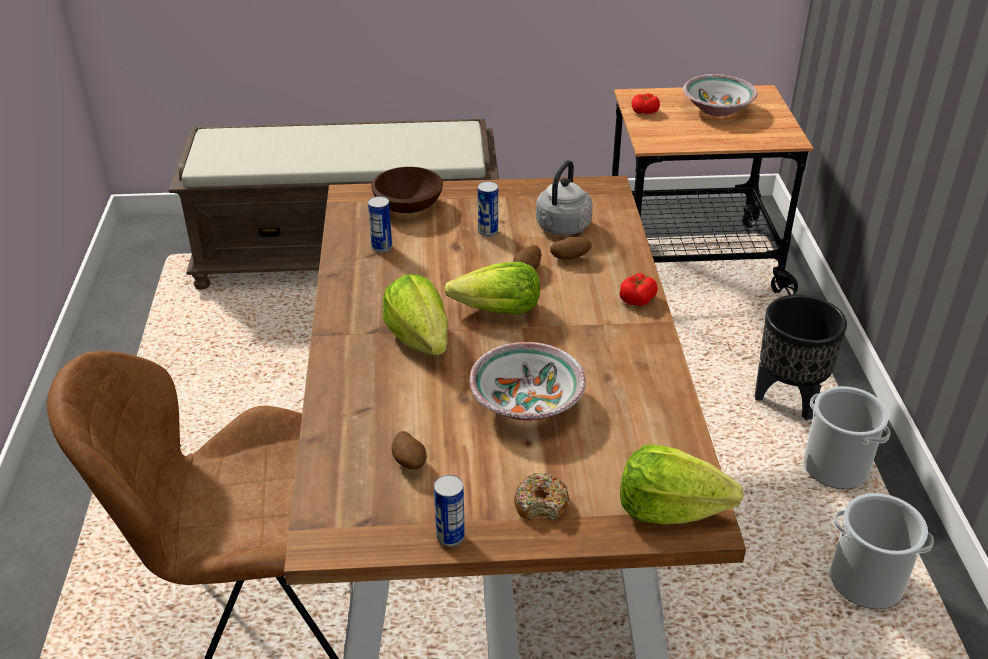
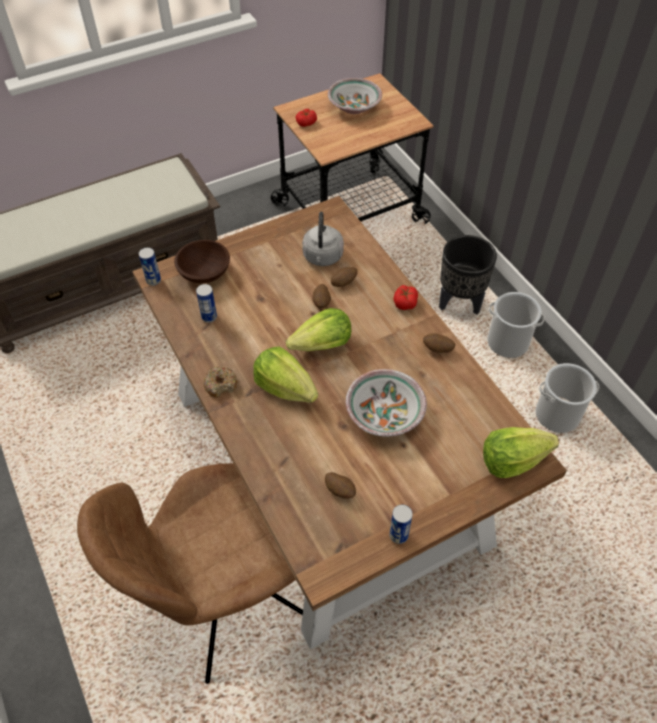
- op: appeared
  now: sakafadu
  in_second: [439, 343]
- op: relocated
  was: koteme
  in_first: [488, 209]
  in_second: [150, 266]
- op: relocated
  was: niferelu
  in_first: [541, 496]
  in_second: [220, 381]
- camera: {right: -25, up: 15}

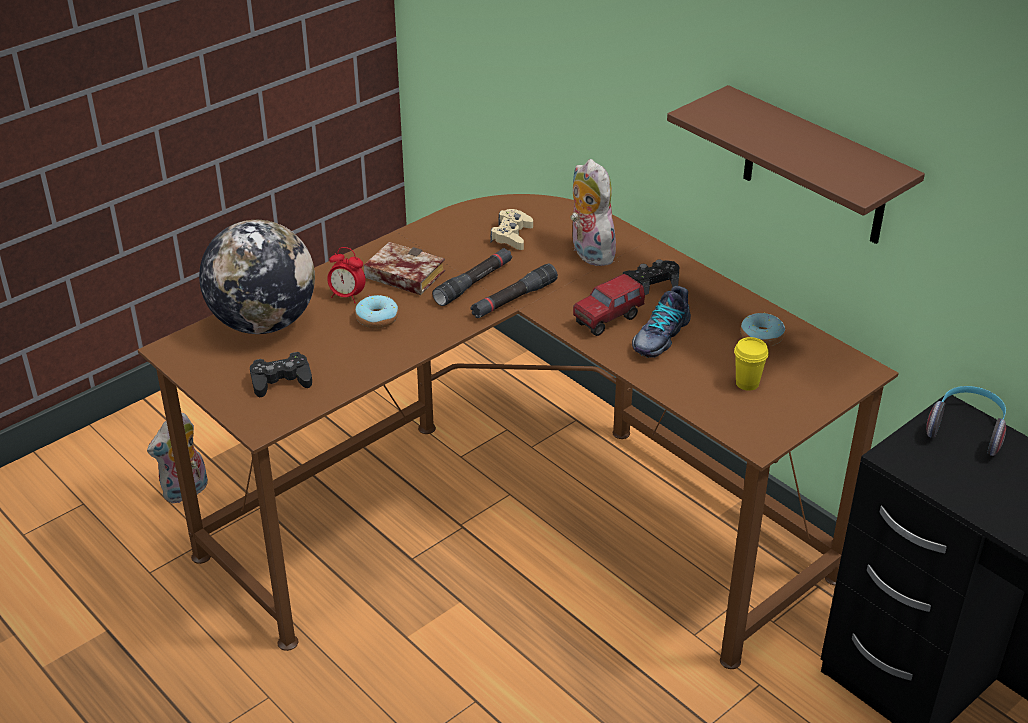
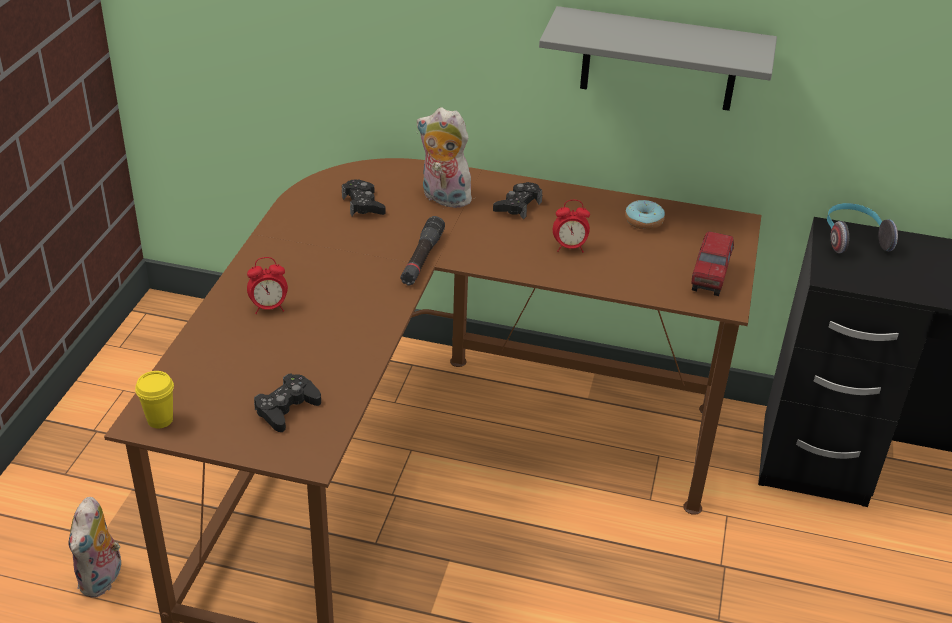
- op: missing
  was: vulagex
  in_first: [257, 277]
- op: missing
  was: niferelu
  in_first: [377, 312]
- op: missing
  was: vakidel
  in_first: [404, 268]
- op: missing
  was: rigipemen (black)
  in_first: [472, 277]
- op: relocated
  was: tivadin
  in_first: [609, 305]
  in_second: [712, 263]
- op: relocated
  was: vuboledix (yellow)
  in_first: [751, 364]
  in_second: [154, 399]
- op: exchanged
  was: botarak
  now: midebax
  in_first: [661, 322]
  in_second: [571, 226]
- op: colour
  was: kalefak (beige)
  now: kalefak (black)
  in_first: [511, 229]
  in_second: [364, 197]
- op: colour
  was: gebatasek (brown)
  now: gebatasek (grey)
  in_first: [796, 164]
  in_second: [658, 58]
- camera: {right: -35, up: 0}

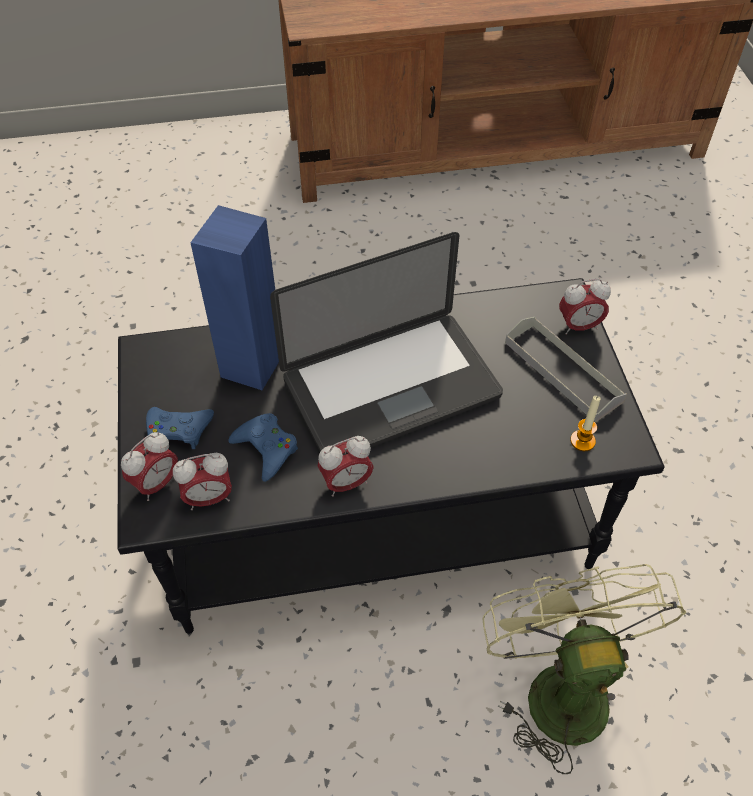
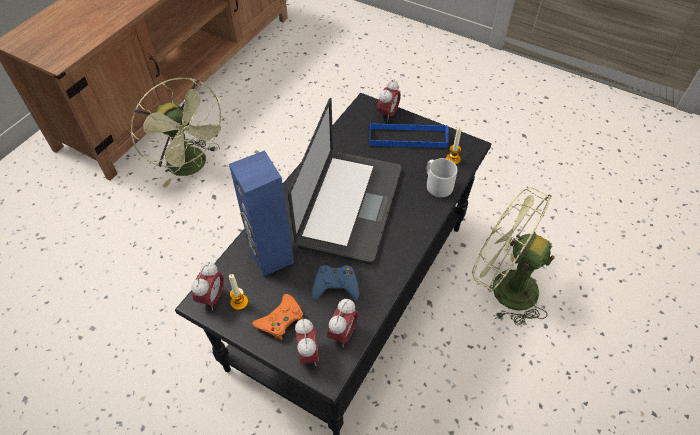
- op: appeared
  now: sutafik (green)
  in_second: [180, 133]
- op: appeared
  now: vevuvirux
  in_second: [238, 292]
- op: appeared
  now: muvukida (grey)
  in_second: [442, 178]
- op: relocated
  was: midebax
  in_first: [346, 466]
  in_second: [208, 286]
- op: colour
  was: kalefak (blue)
  now: kalefak (orange)
  in_first: [180, 428]
  in_second: [277, 317]
- op: colour
  was: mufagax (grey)
  now: mufagax (blue)
  in_first: [566, 370]
  in_second: [408, 135]
- camera: {right: -50, up: 0}

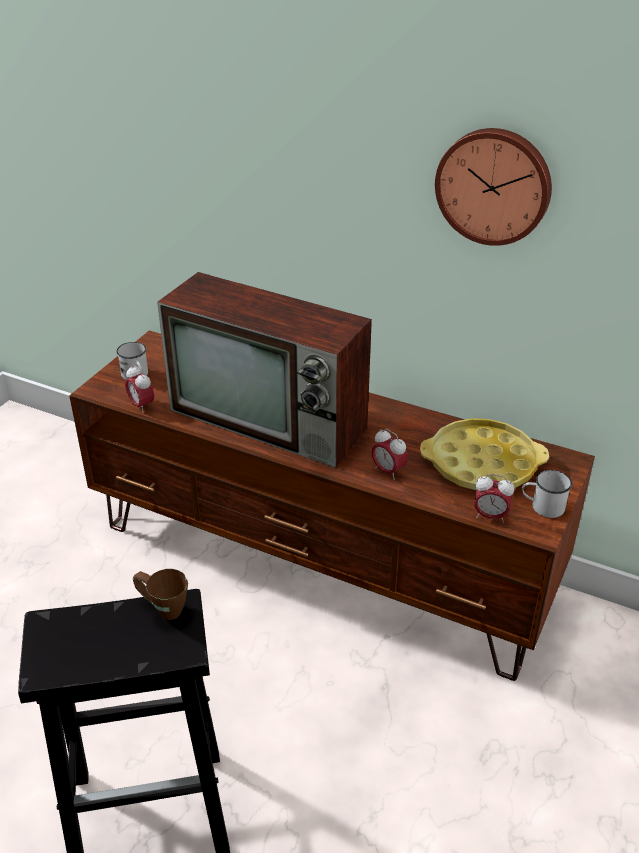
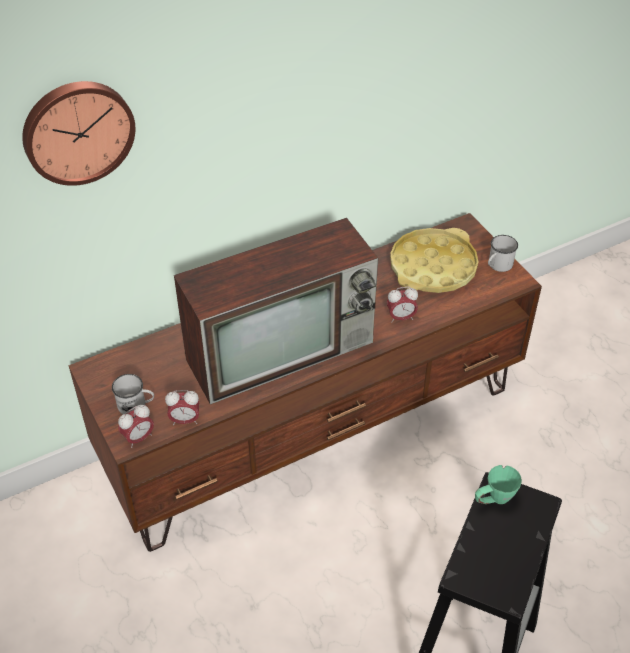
- op: relocated
  was: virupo
  in_first: [493, 187]
  in_second: [78, 133]
- op: relocated
  was: midebax
  in_first: [494, 498]
  in_second: [136, 426]
- op: colour
  was: muvukida (brown)
  now: muvukida (green)
  in_first: [160, 594]
  in_second: [498, 484]
- camera: {right: -55, up: 10}

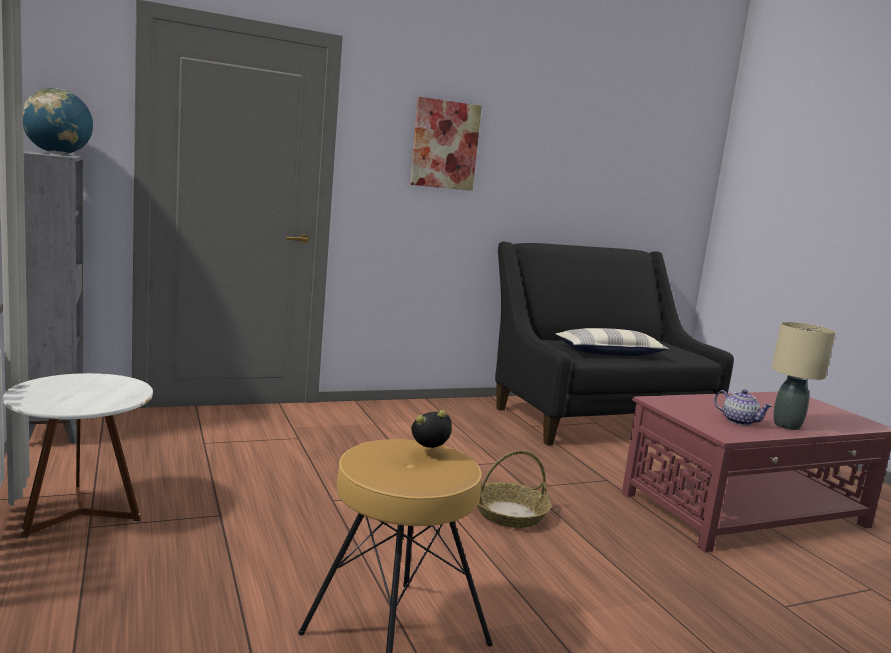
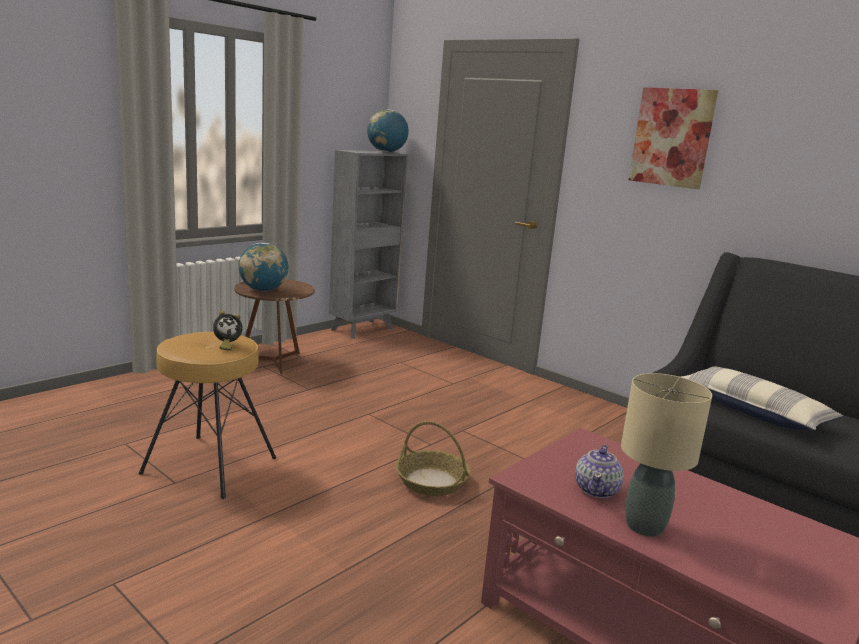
- op: appeared
  now: vulagex
  in_second: [263, 267]
- op: colour
  was: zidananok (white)
  now: zidananok (brown)
  in_first: [78, 455]
  in_second: [274, 326]
- op: spun
  was: midebax
  in_first: [431, 429]
  in_second: [228, 331]
  clockwise: 105
- camera: {right: 65, up: 5}

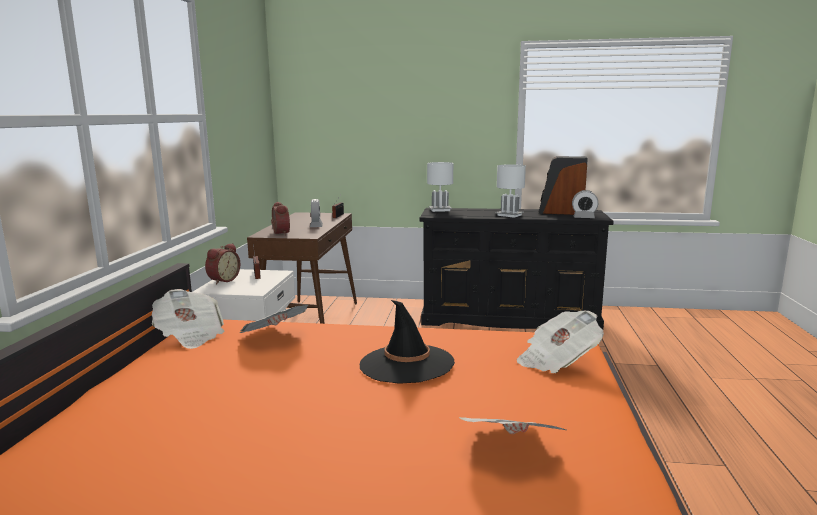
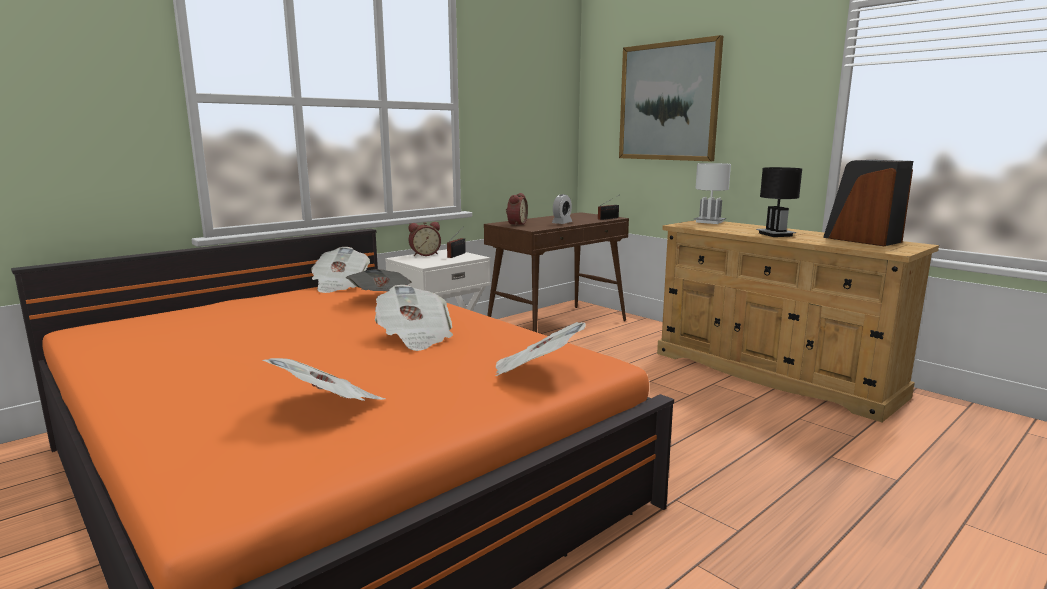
- op: missing
  was: midebax
  in_first: [585, 204]
- op: appeared
  now: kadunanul
  in_second: [671, 98]
- op: exchanged
  was: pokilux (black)
  now: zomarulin
  in_first: [407, 342]
  in_second: [414, 318]
- op: colour
  was: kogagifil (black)
  now: kogagifil (beige)
  in_first: [516, 268]
  in_second: [798, 321]
- op: colour
  was: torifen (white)
  now: torifen (black)
  in_first: [510, 191]
  in_second: [779, 202]
- camera: {right: 40, up: 0}

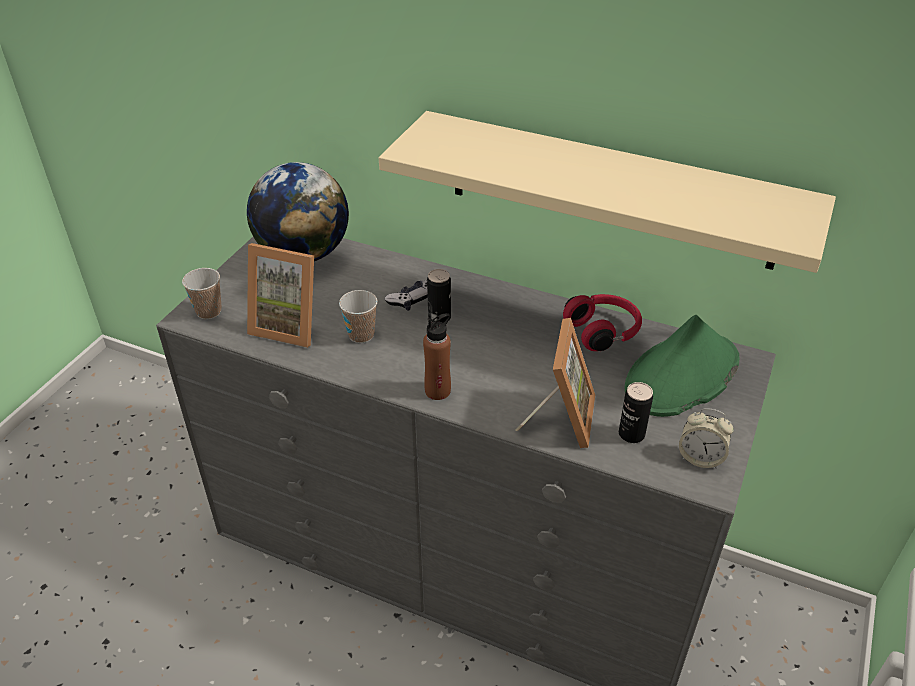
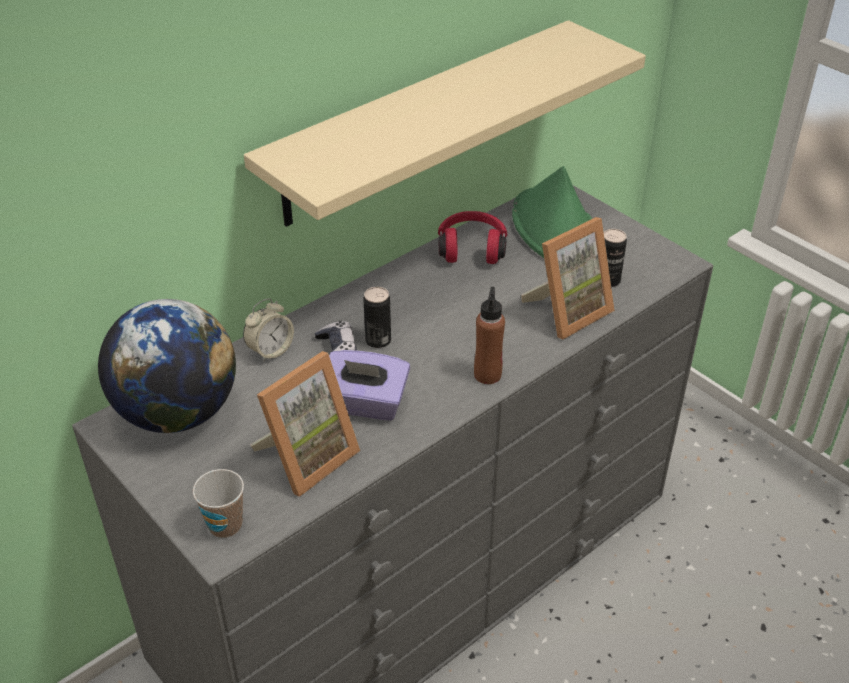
- op: relocated
  was: midebax
  in_first: [706, 438]
  in_second: [268, 330]
- op: exchanged
  was: vuboledix
  now: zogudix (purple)
  in_first: [358, 316]
  in_second: [369, 385]
- op: spun
  was: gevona
  in_first: [555, 383]
  in_second: [568, 278]
  clockwise: 105
- camera: {right: -65, up: 0}

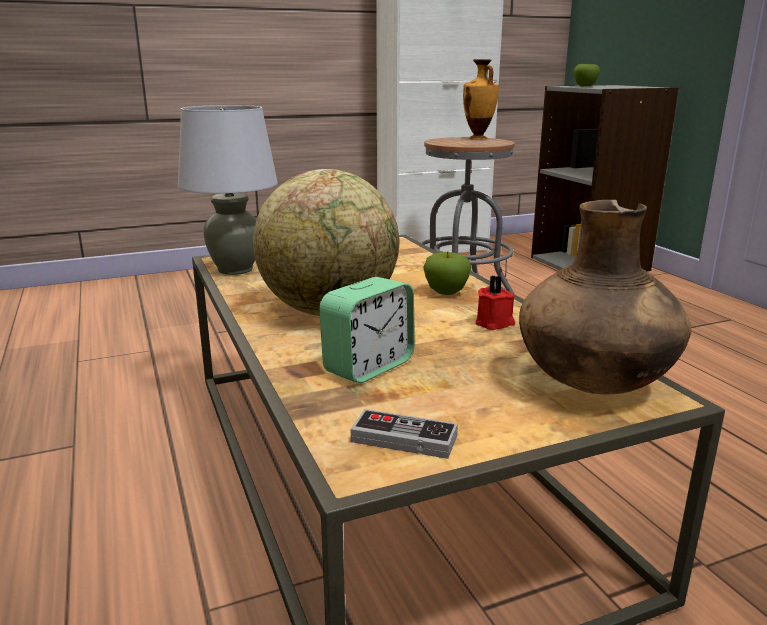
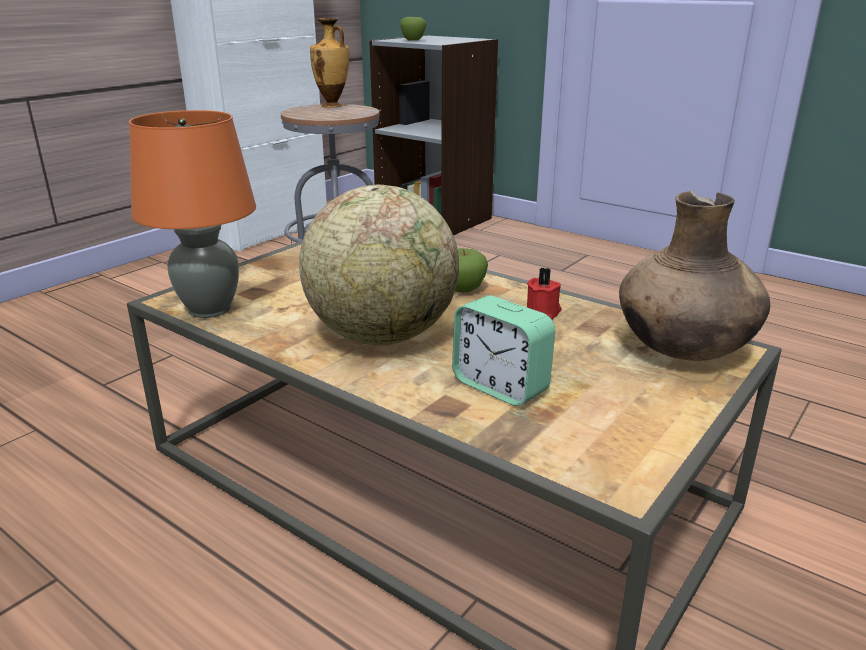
- op: missing
  was: kalefak
  in_first: [404, 434]
- op: colour
  was: torifen (grey)
  now: torifen (orange)
  in_first: [228, 190]
  in_second: [192, 214]
- op: spun
  was: midebax
  in_first: [367, 330]
  in_second: [504, 350]
  clockwise: 120
- camera: {right: -30, up: 5}

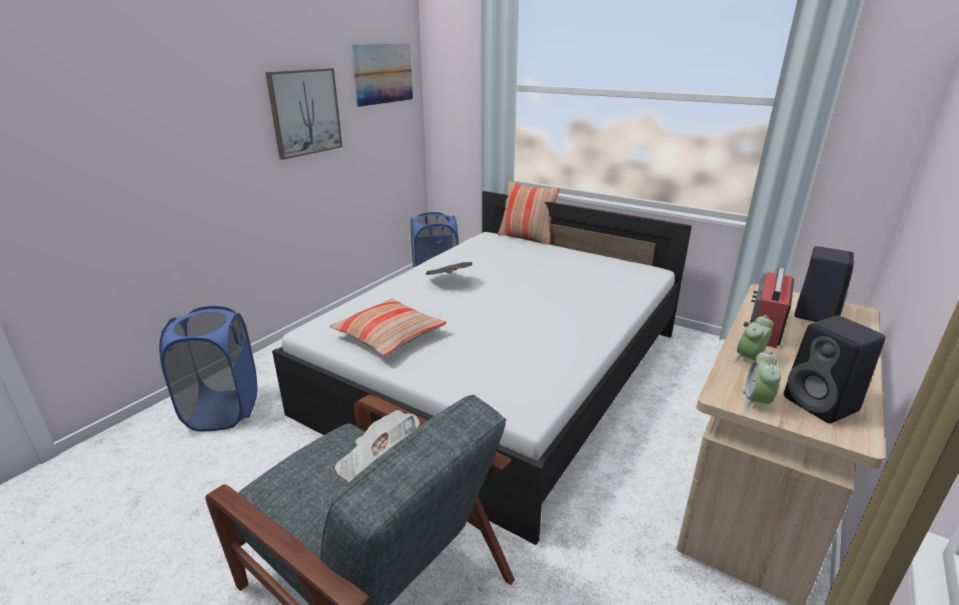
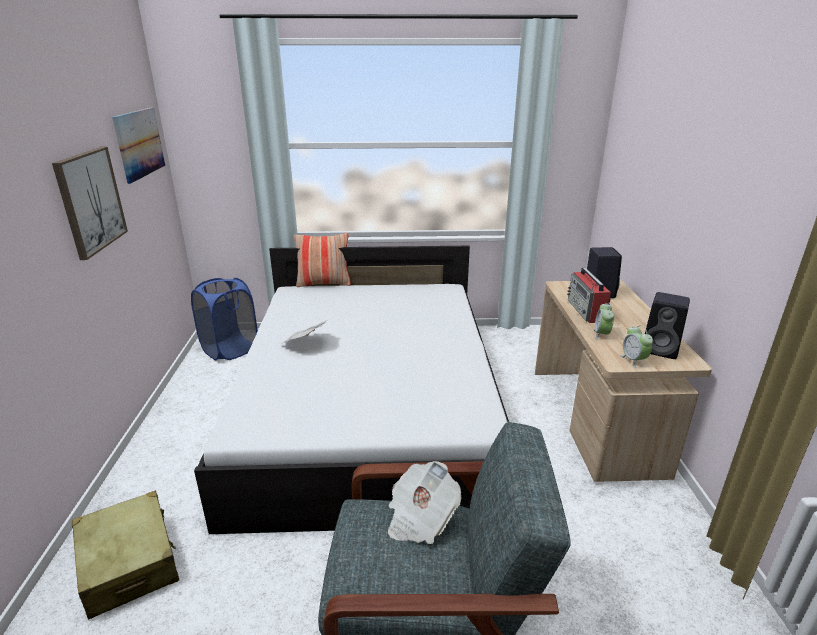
- op: missing
  was: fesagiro
  in_first: [388, 327]
- op: exchanged
  was: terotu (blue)
  now: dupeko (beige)
  in_first: [208, 368]
  in_second: [125, 555]
- camera: {right: -35, up: 0}

